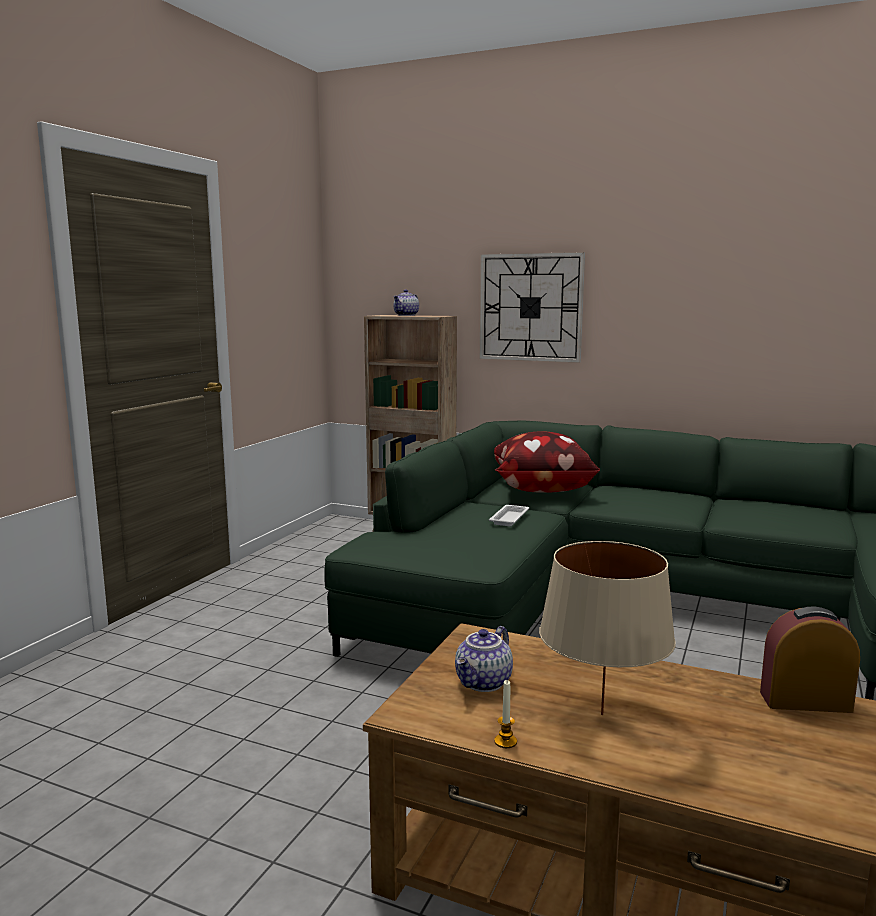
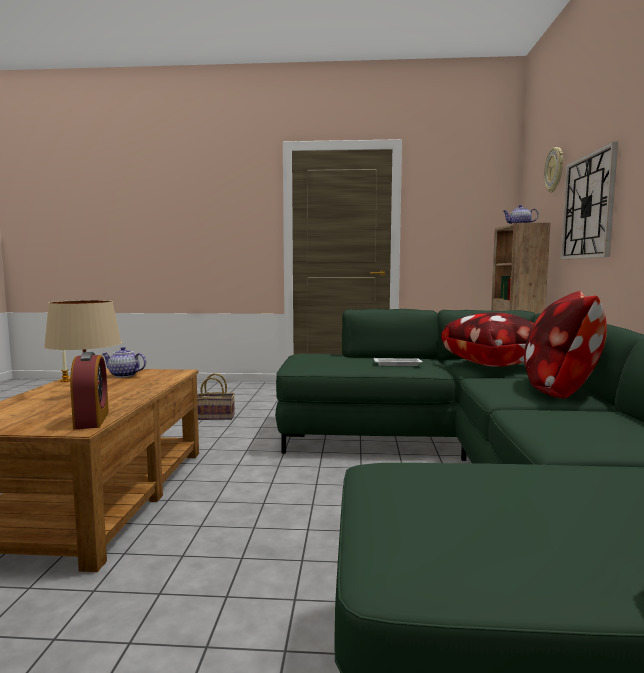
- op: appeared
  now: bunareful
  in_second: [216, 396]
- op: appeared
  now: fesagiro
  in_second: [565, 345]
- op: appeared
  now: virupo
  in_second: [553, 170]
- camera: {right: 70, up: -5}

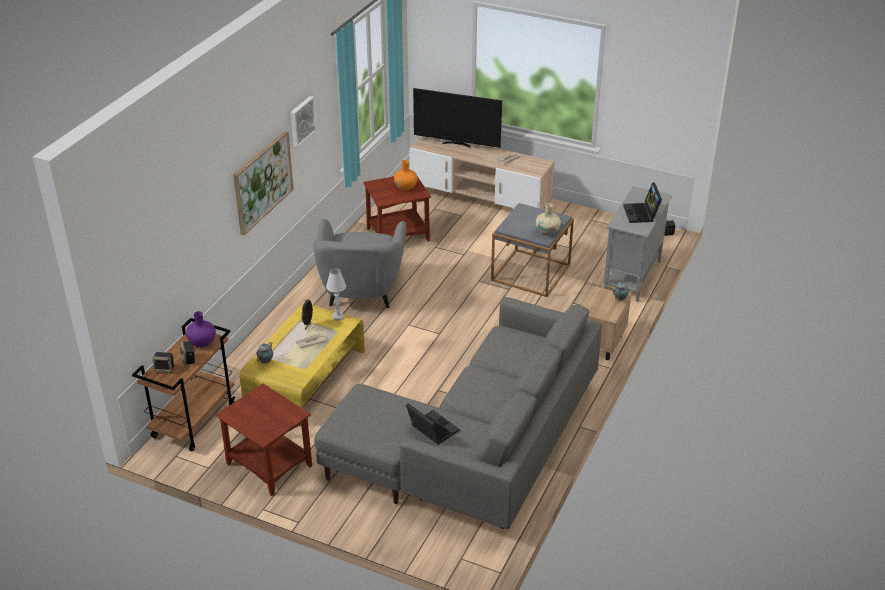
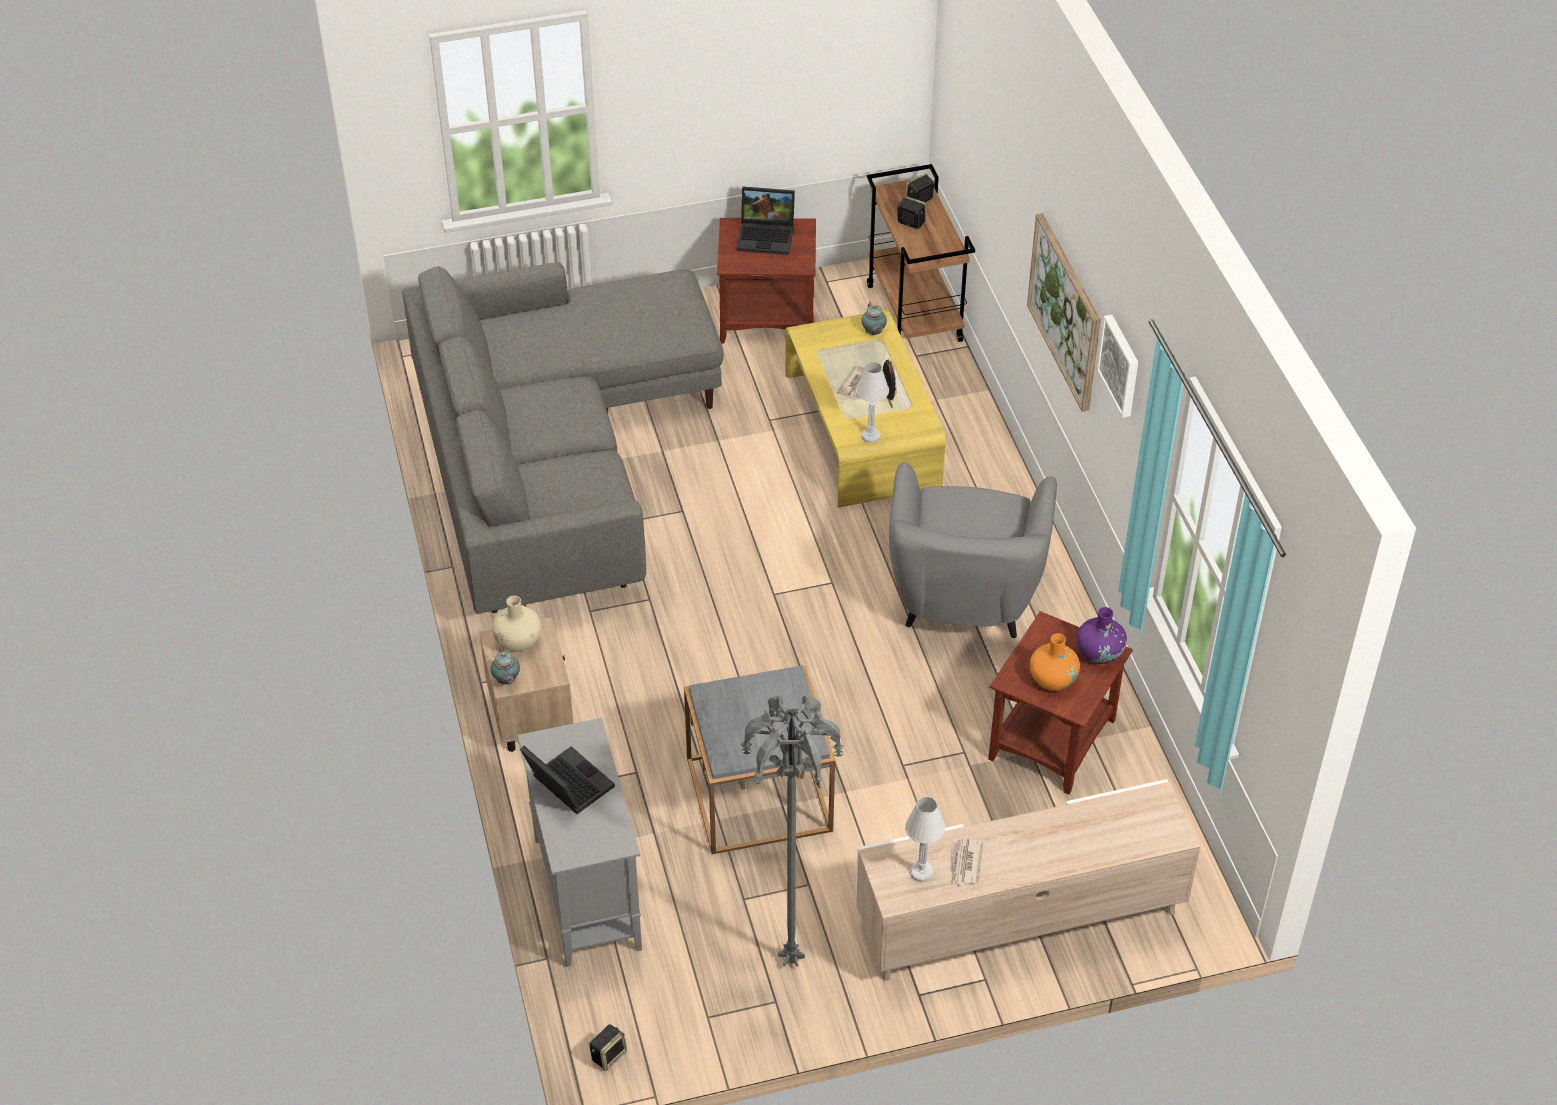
- op: missing
  was: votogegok
  in_first: [457, 118]
- op: appeared
  now: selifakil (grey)
  in_second: [792, 831]
- op: appeared
  now: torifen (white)
  in_second: [925, 839]
- op: relocated
  was: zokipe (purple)
  in_first: [201, 329]
  in_second: [1102, 635]
- op: relocated
  was: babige
  in_first: [432, 424]
  in_second: [766, 221]
- op: relocated
  was: zokipe (beige)
  in_first: [548, 219]
  in_second: [516, 624]
- op: spun
  was: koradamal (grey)
  in_first: [360, 263]
  in_second: [973, 550]
  clockwise: -135
- camera: {right: 140, up: 10}

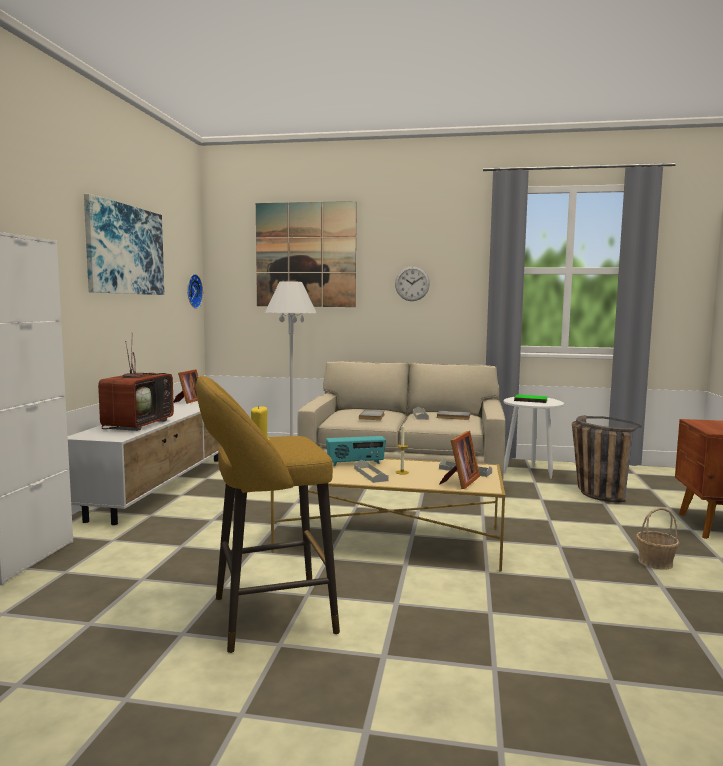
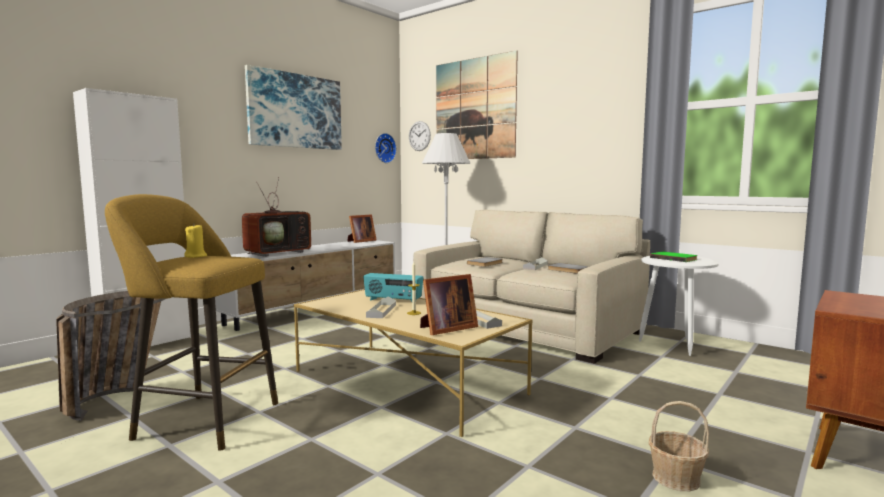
- op: relocated
  was: virupo
  in_first: [412, 283]
  in_second: [420, 136]
- op: relocated
  was: bunareful
  in_first: [607, 458]
  in_second: [111, 356]
- camera: {right: 30, up: 0}

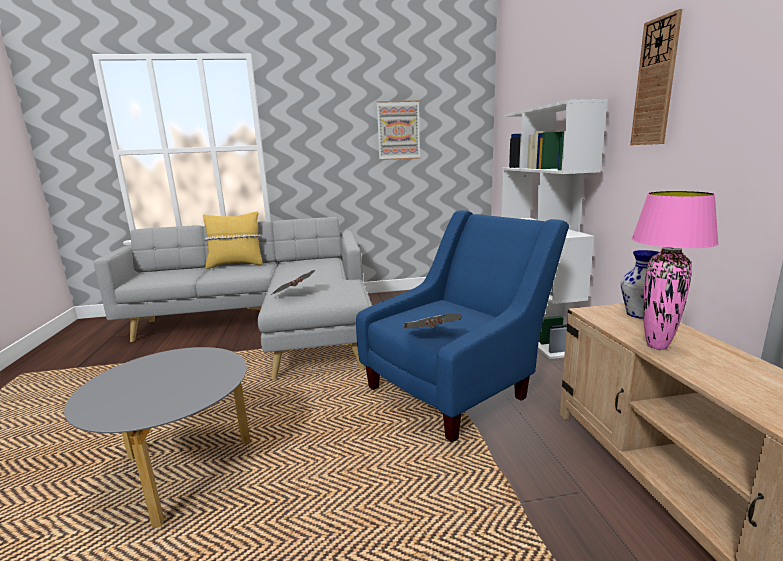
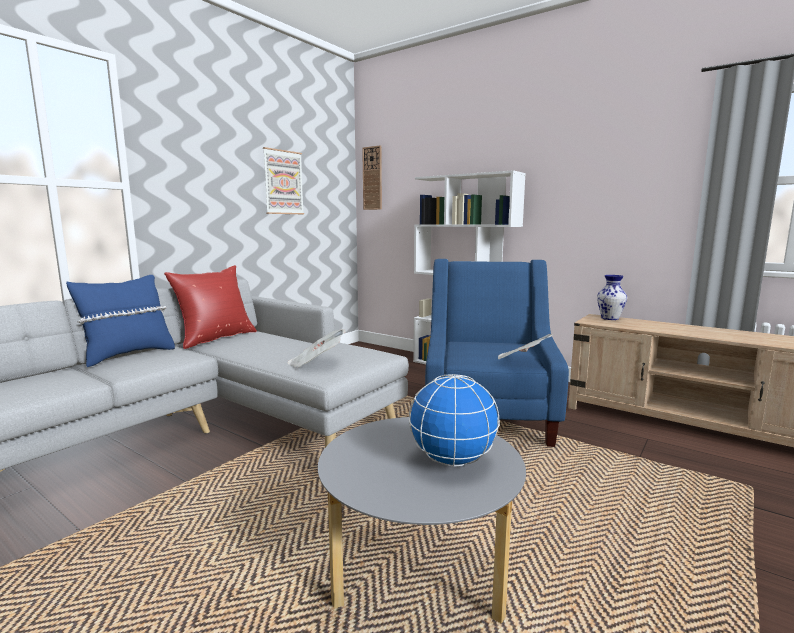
- op: missing
  was: torifen (pink)
  in_first: [675, 270]
- op: appeared
  now: fesagiro (red)
  in_second: [210, 307]
- op: appeared
  now: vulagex
  in_second: [454, 420]
- op: relocated
  was: virupo
  in_first: [656, 77]
  in_second: [372, 177]
- op: colour
  was: fesagiro (yellow)
  now: fesagiro (blue)
  in_first: [233, 240]
  in_second: [120, 321]
- camera: {right: -45, up: -5}

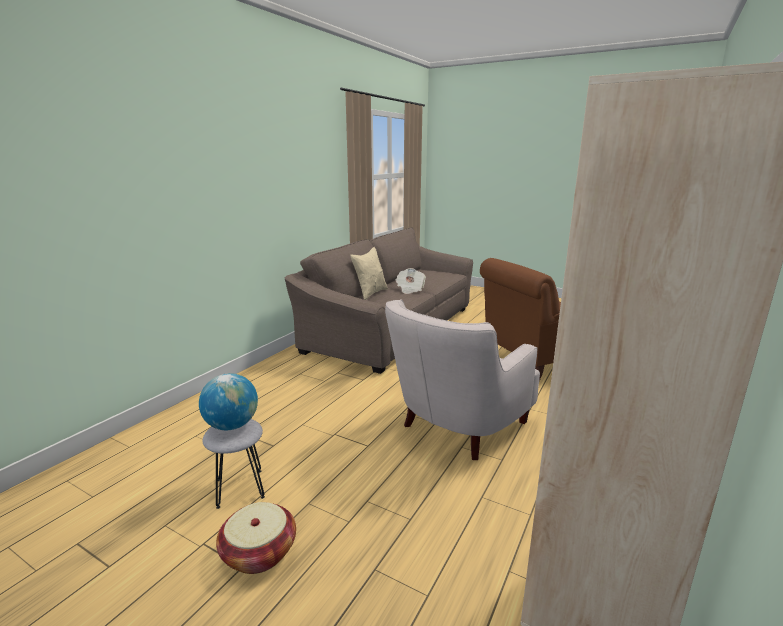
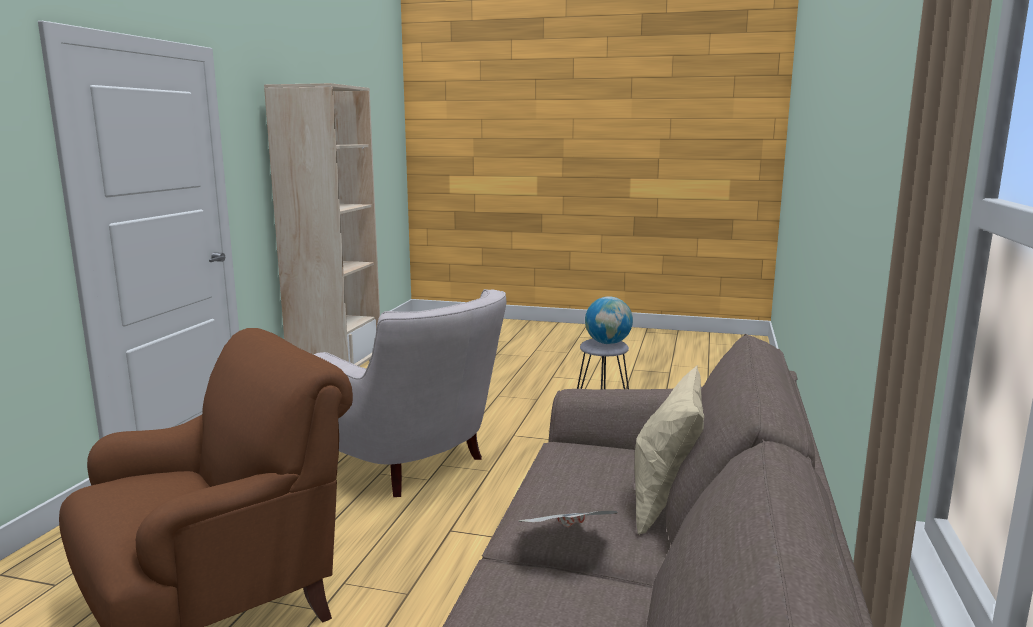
- op: missing
  was: bunareful
  in_first: [256, 538]
- op: spun
  was: koradamal (white)
  in_first: [462, 379]
  in_second: [409, 393]
  clockwise: 105
- camera: {right: 165, up: -5}

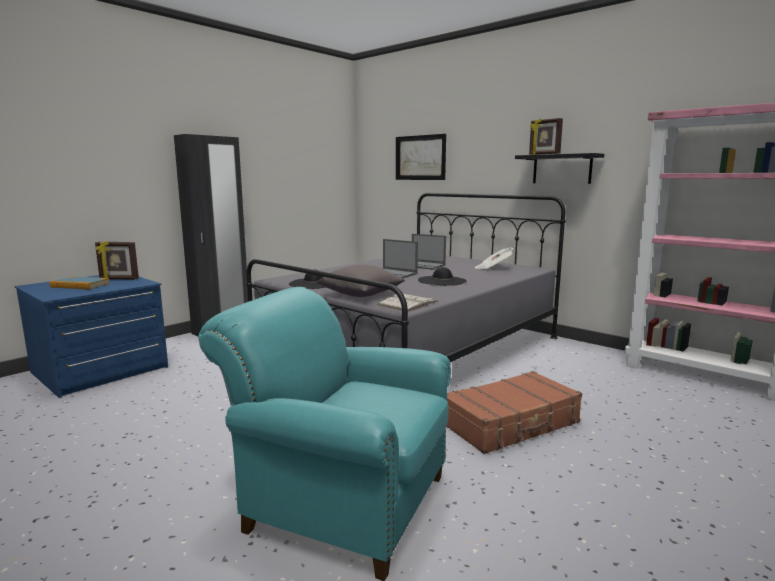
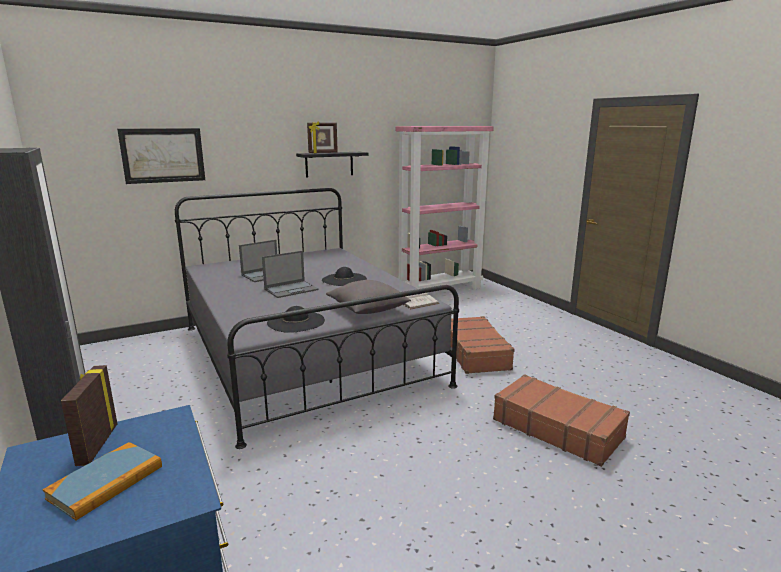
- op: missing
  was: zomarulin
  in_first: [494, 258]
- op: exchanged
  was: koradamal (turquoise)
  now: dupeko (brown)
  in_first: [324, 434]
  in_second: [561, 420]
- op: spun
  was: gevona
  in_first: [117, 260]
  in_second: [89, 415]
  clockwise: 150
- camera: {right: -70, up: 5}

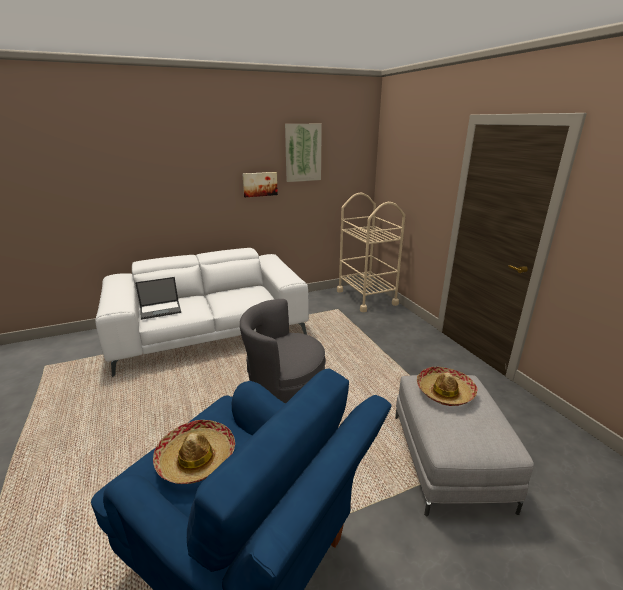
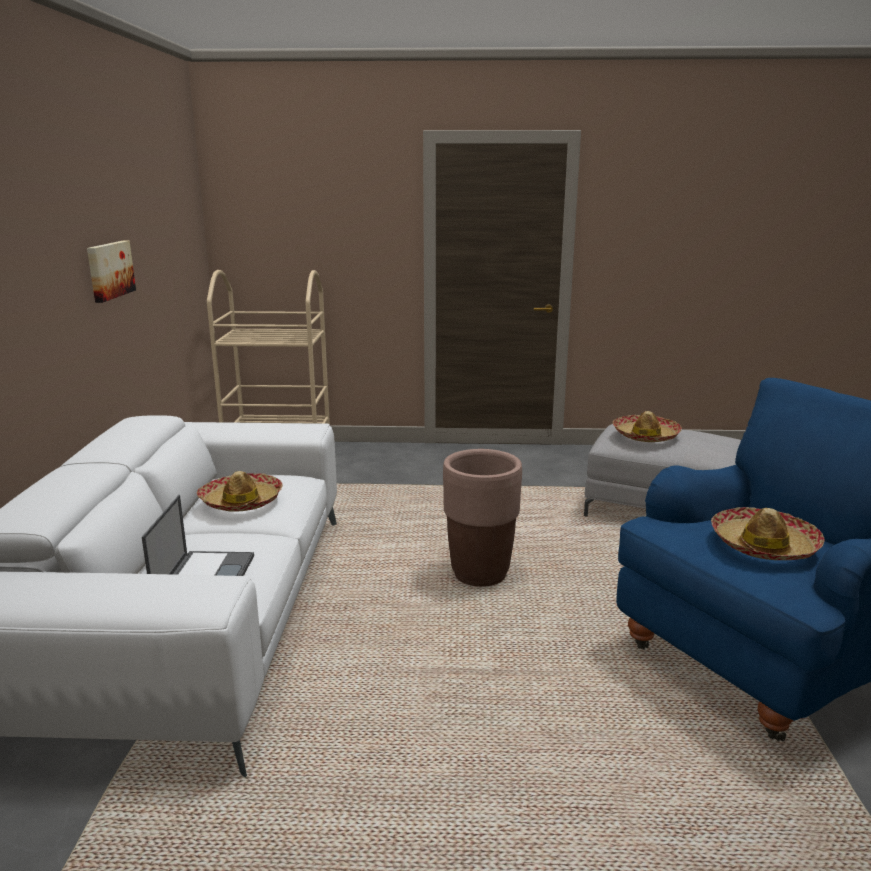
- op: missing
  was: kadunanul
  in_first: [303, 153]
- op: appeared
  now: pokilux
  in_second: [240, 491]
- op: exchanged
  was: koradamal (grey)
  now: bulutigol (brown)
  in_first: [283, 351]
  in_second: [482, 518]
- camera: {right: -65, up: -5}

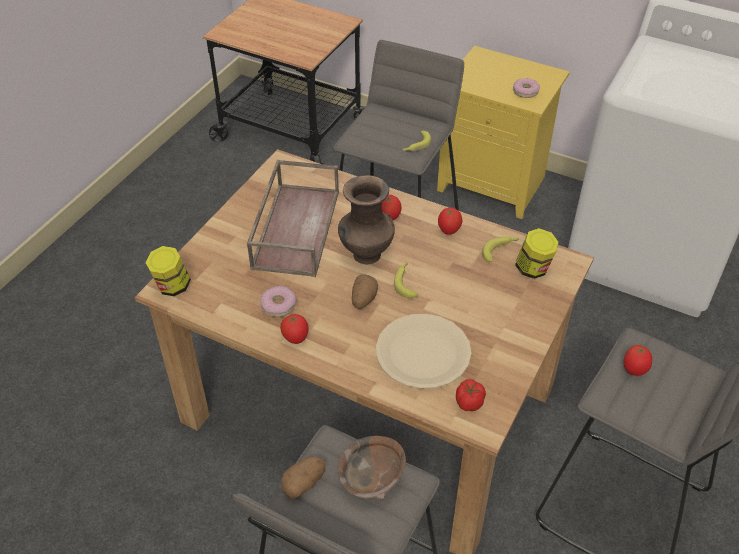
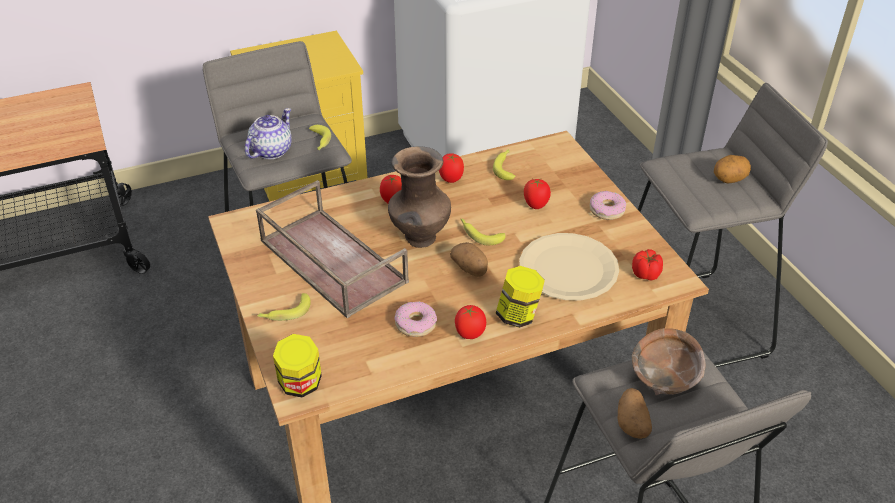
- op: appeared
  now: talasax
  in_second: [268, 133]
- op: appeared
  now: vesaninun
  in_second: [284, 307]
- op: appeared
  now: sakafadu
  in_second: [732, 169]
- op: relocated
  was: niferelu
  in_first: [526, 88]
  in_second: [607, 205]
- op: relocated
  was: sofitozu
  in_first: [537, 253]
  in_second: [520, 297]
- op: relocated
  was: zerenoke
  in_first: [638, 360]
  in_second: [537, 194]
- camera: {right: -50, up: -5}

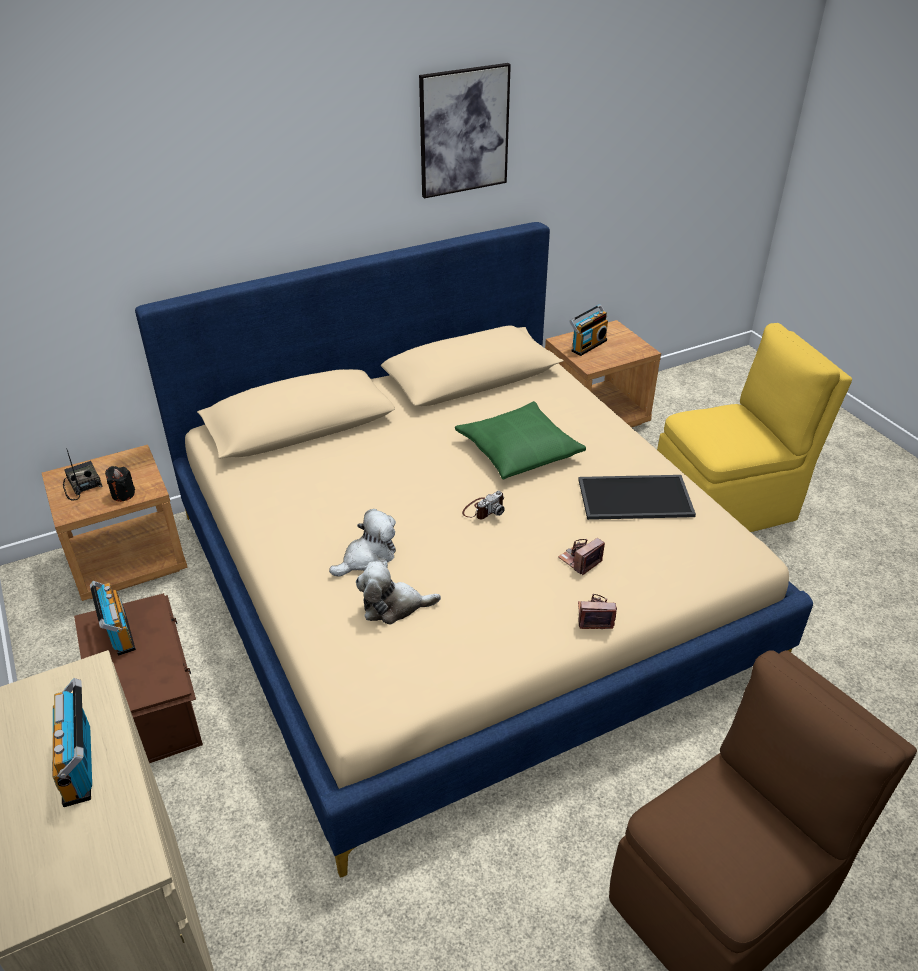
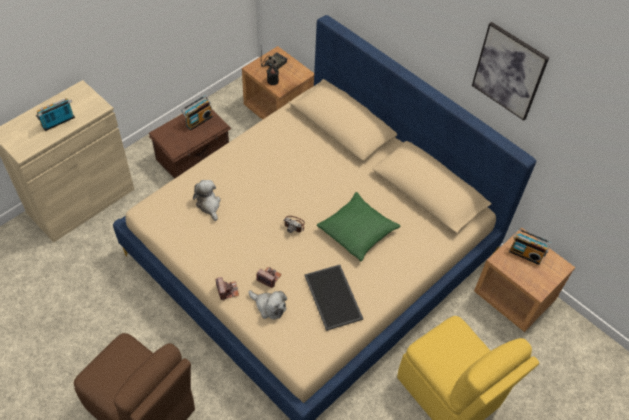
- op: relocated
  was: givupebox
  in_first: [362, 543]
  in_second: [267, 305]
- camera: {right: 70, up: 15}

